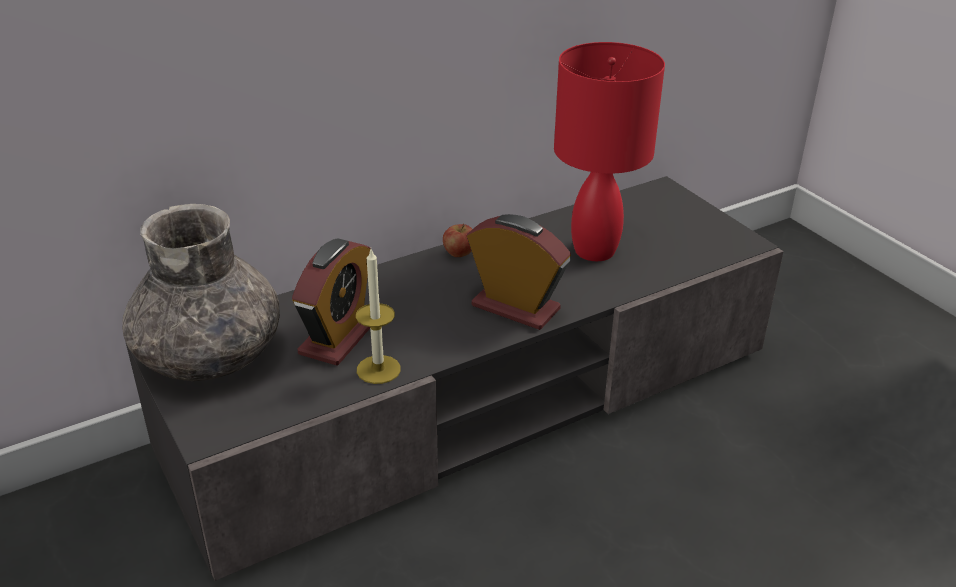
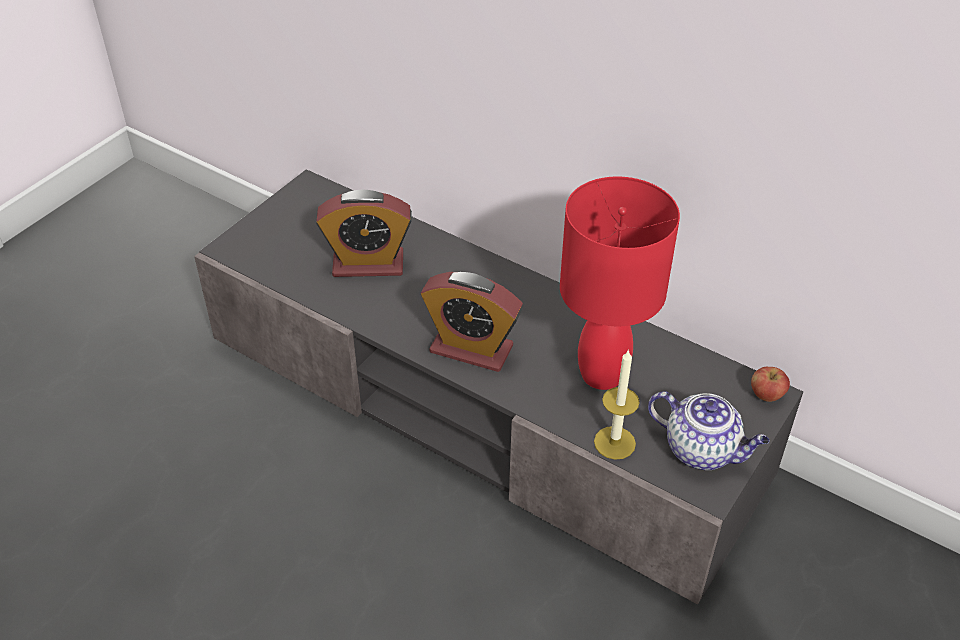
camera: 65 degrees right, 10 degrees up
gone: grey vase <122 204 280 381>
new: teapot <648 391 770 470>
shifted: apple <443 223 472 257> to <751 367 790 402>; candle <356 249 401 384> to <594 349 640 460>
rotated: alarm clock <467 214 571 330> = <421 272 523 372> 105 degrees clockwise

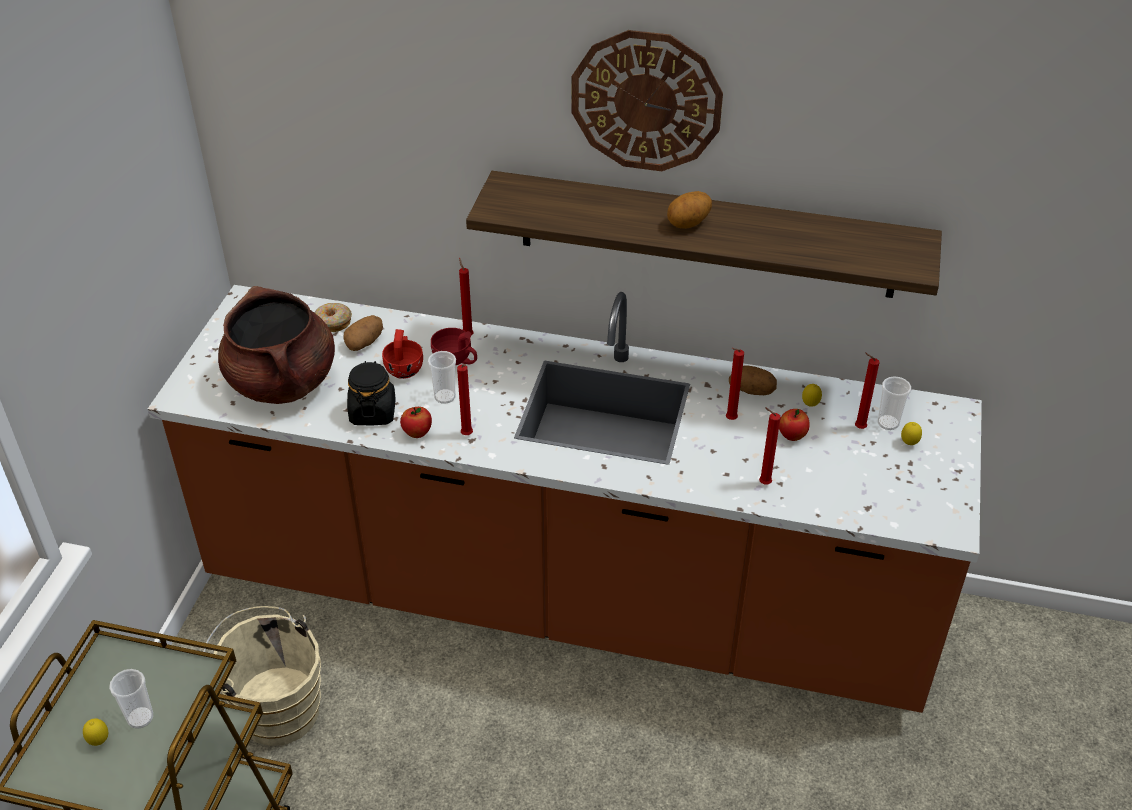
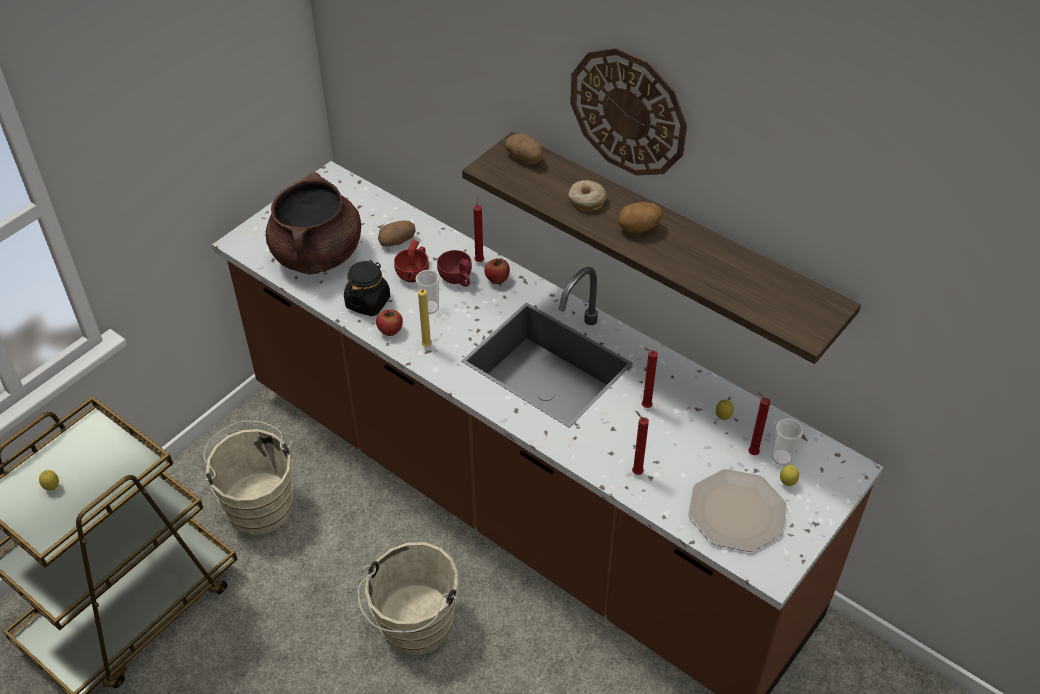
camera: 25 degrees right, 5 degrees up
gone: cup <109 669 153 729>
new: plate <688 469 786 552>; beige bucket <358 542 458 655>
shifted: donut <315 303 352 332> to <568 180 607 211>; potato <729 365 777 395> to <505 133 542 165>; apple <779 409 810 441> to <484 258 510 284>
repainted: red candle <457 364 473 435> to yellow candle <418 289 432 347>

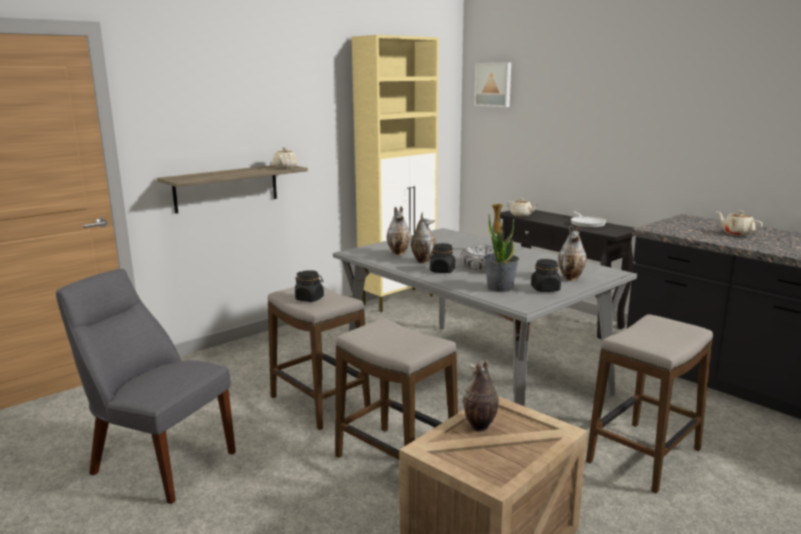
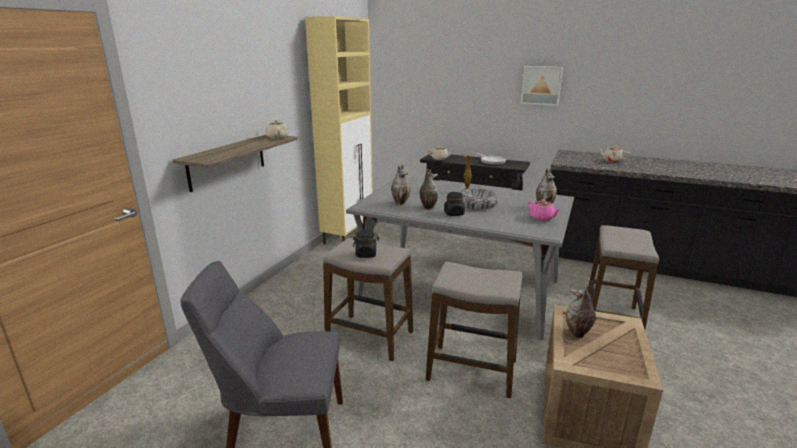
camera: 25 degrees left, 5 degrees up
gone: potted plant <484 214 519 292>
shifted: picture <474 63 511 107> to <521 66 563 106>
swapped: black jar <531 259 561 292> to pink teapot <528 199 561 221>

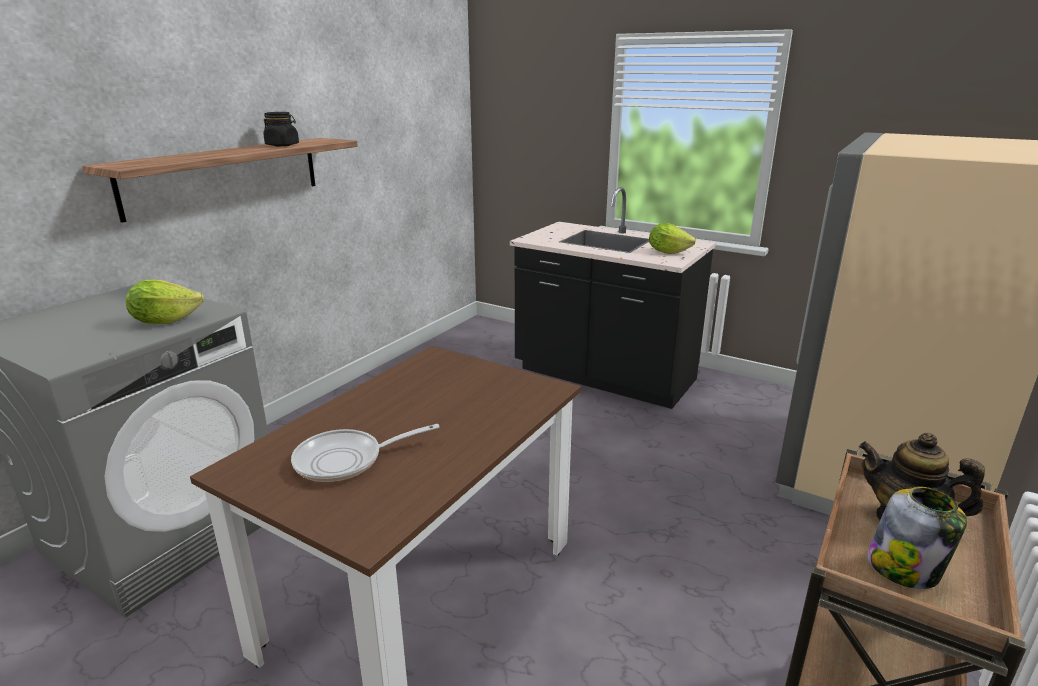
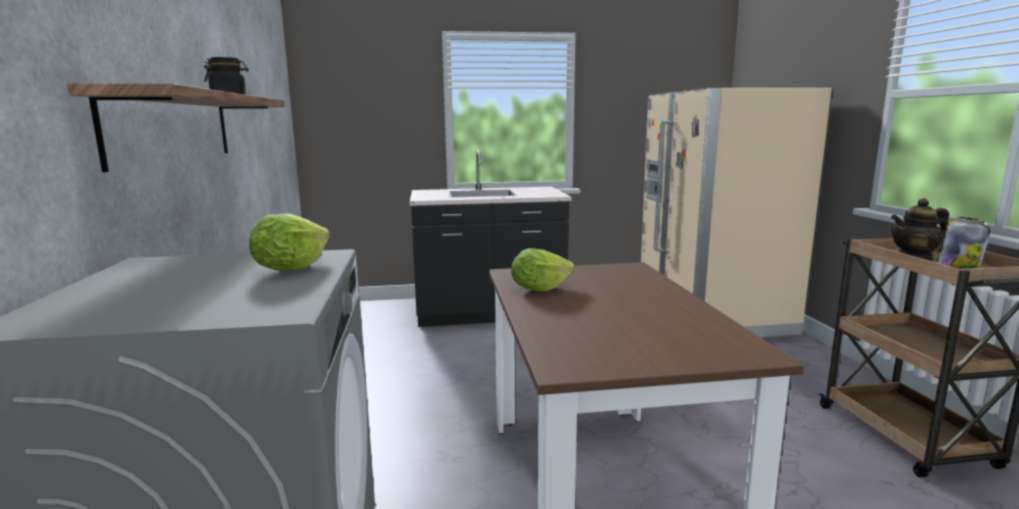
camera: 40 degrees left, 10 degrees down
gone: frying pan <291 424 440 482>
shifted: lettuce <649 223 696 254> to <511 248 574 291>

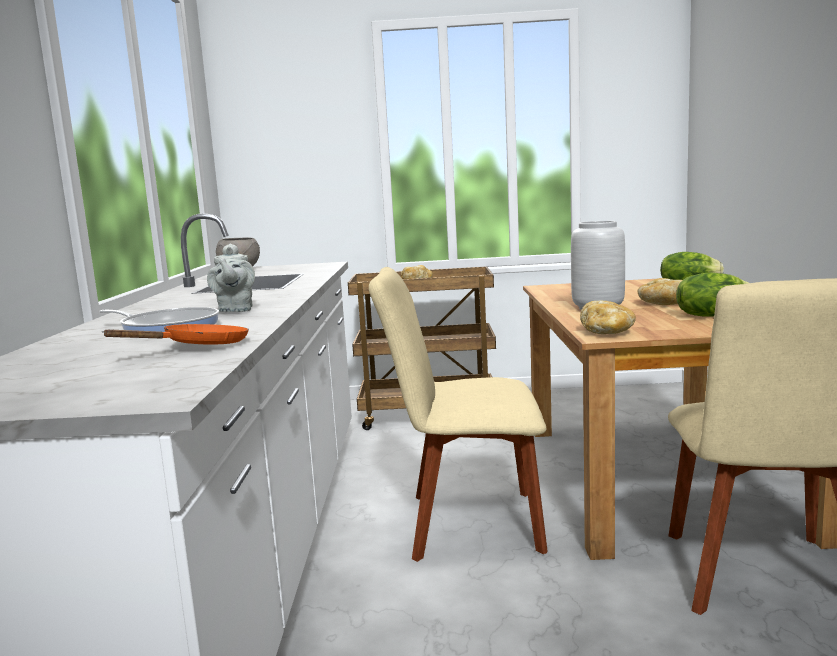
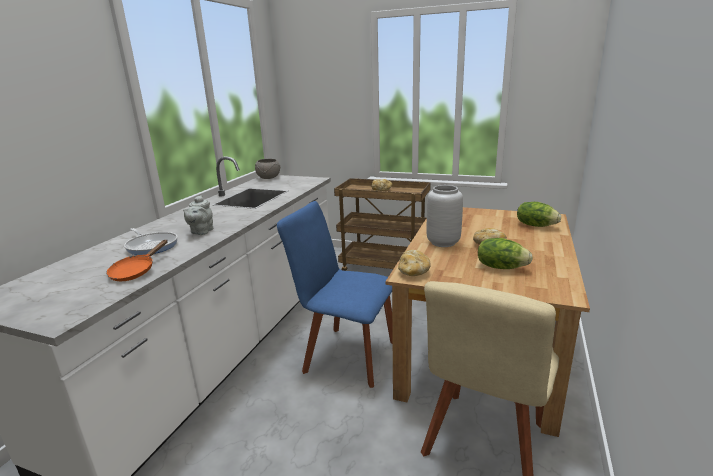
camera: 20 degrees right, 10 degrees up
repainted: beige chair <369 267 547 562> to blue chair <277 201 393 388>
rotated: orange frying pan <102 324 249 344> = <106 240 167 281> 135 degrees clockwise

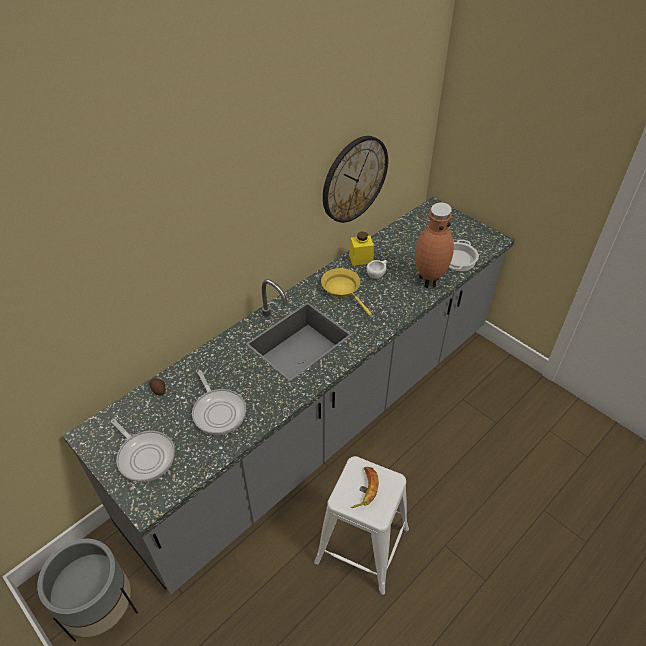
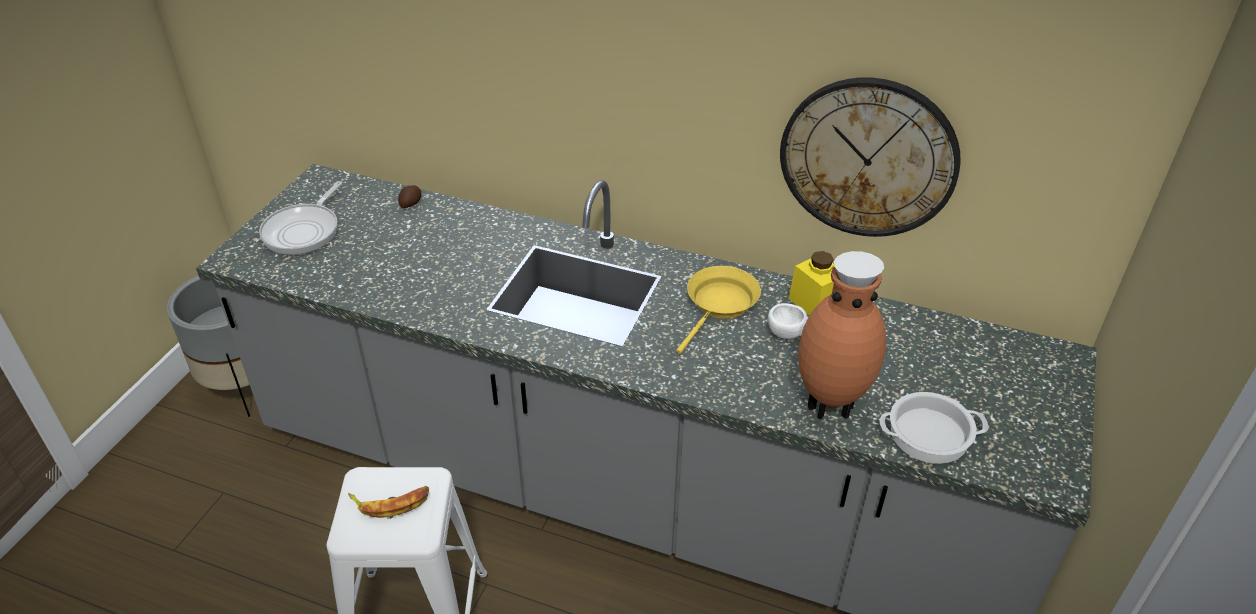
camera: 65 degrees right, 5 degrees down
gone: frying pan <192 371 246 435>

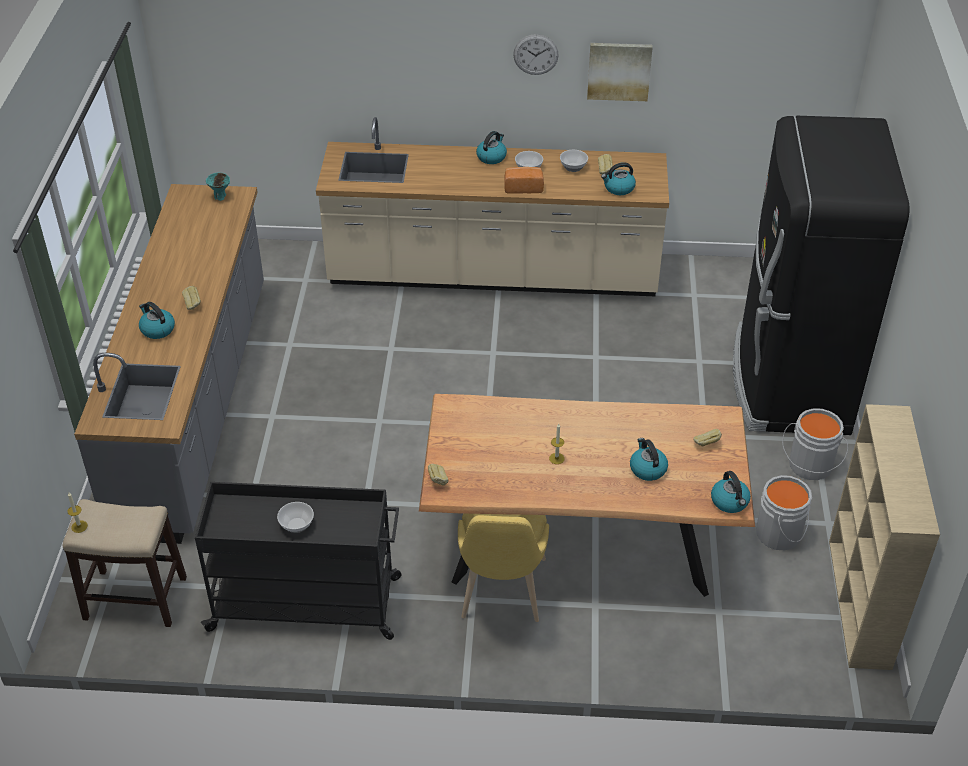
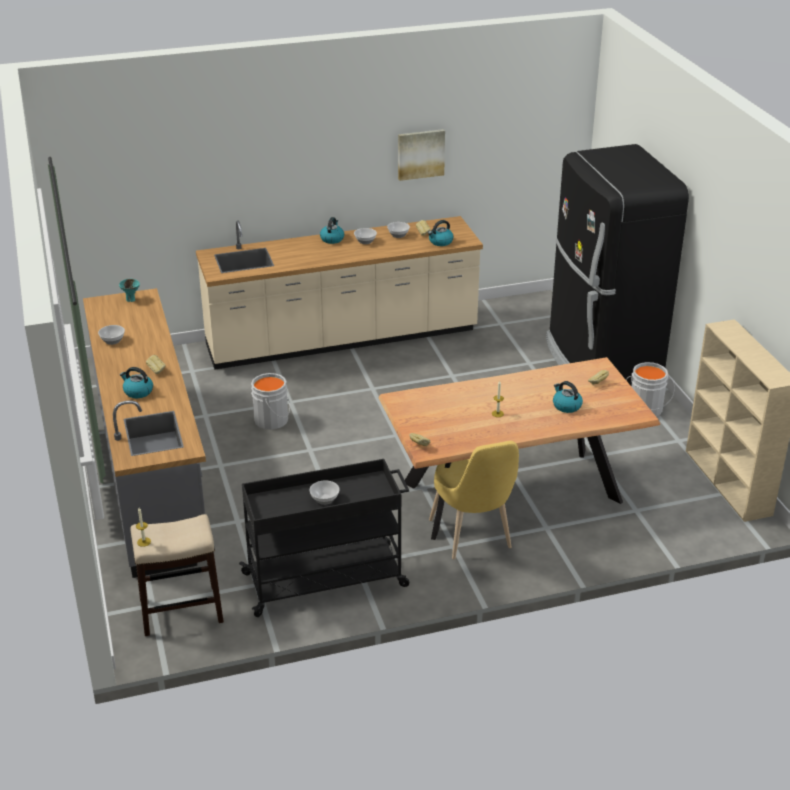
camera: 20 degrees left, 10 degrees down
gone: wall clock <513 34 559 75>; bread <504 167 544 194>; kettle <711 471 751 513>
new: bowl <98 325 125 345>
shifted: grey bucket <756 475 812 550> to <251 373 290 430>

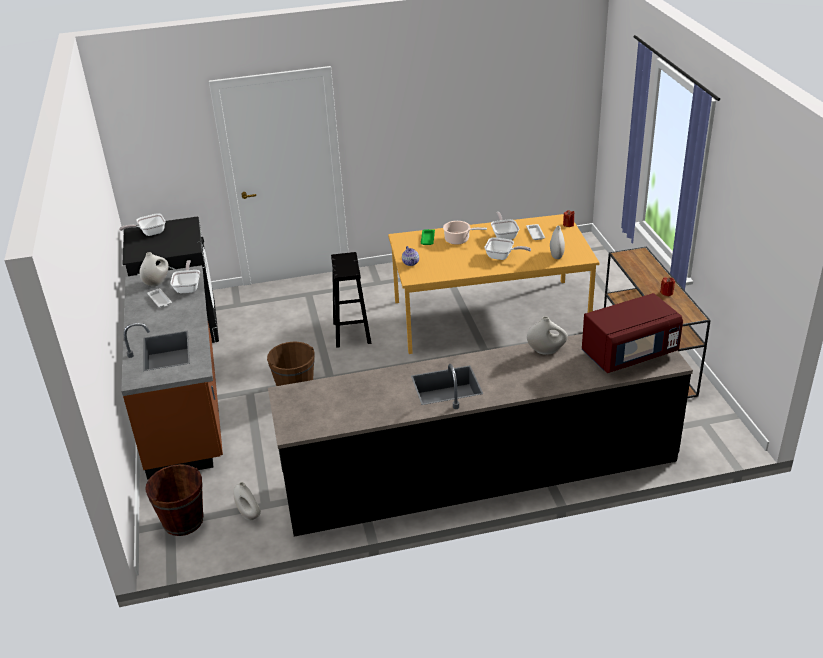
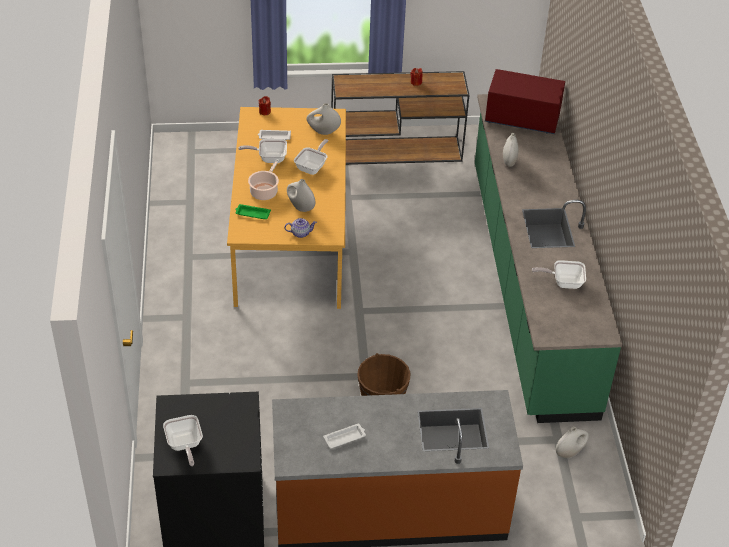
camera: 85 degrees left, 10 degrees up
gone: black stool <331 252 371 348>; brown bucket <145 464 204 536>
shifted: white vase <140 252 169 287> to <287 179 315 212>; frying pan <170 260 200 293> to <532 260 586 289>
repainted: black counter <268 334 693 537> to green counter <475 94 622 423>
rotated: red microwave <582 293 683 373> = <485 69 565 134> 60 degrees counterclockwise

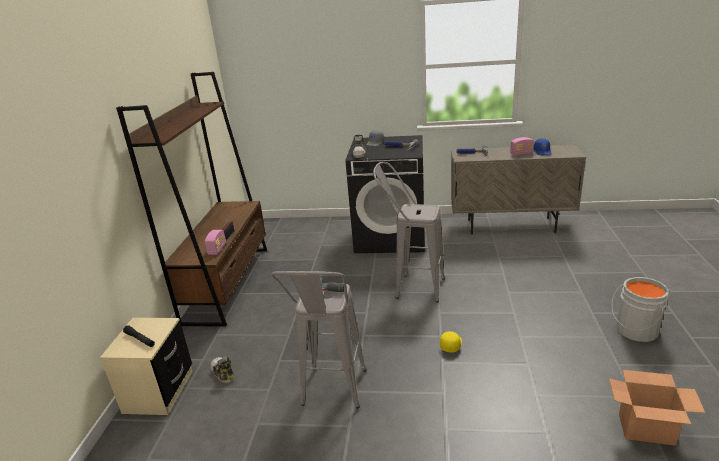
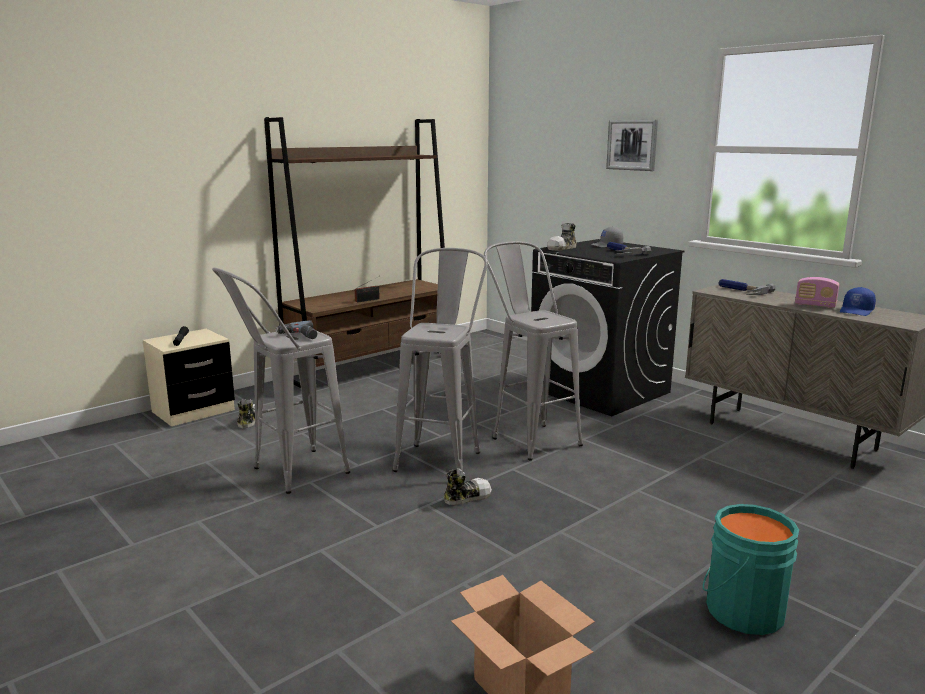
camera: 40 degrees right, 10 degrees down
gone: radio <205 230 226 255>
new: picture <606 120 658 171>; grey stool <392 248 488 472>
swapped: yellow cap <440 331 462 352> to shoe <444 468 492 506>
repainted: grey bucket <612 277 669 342> to turquoise bucket <703 504 799 635>

